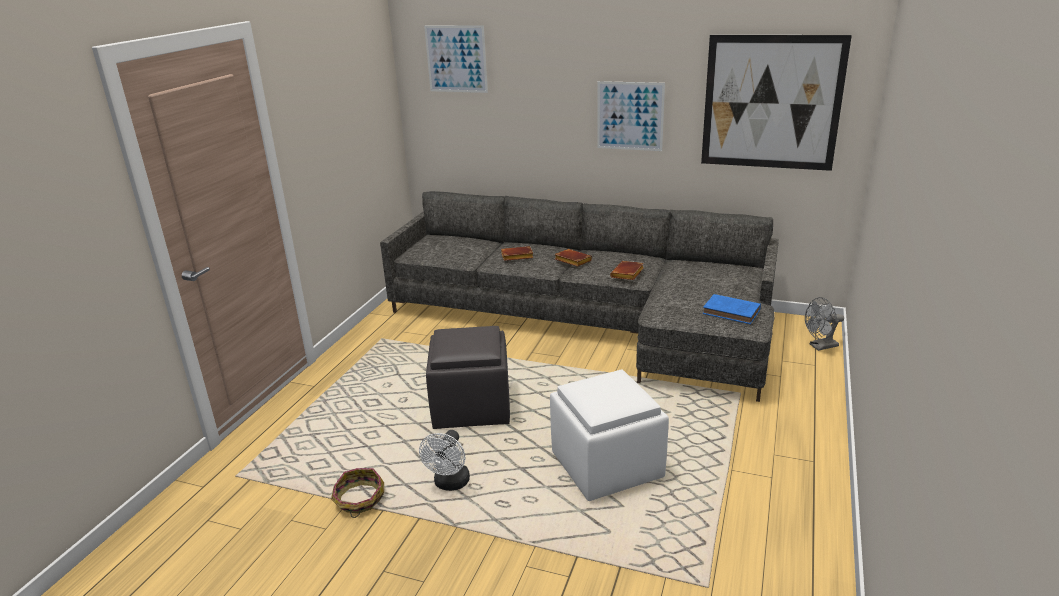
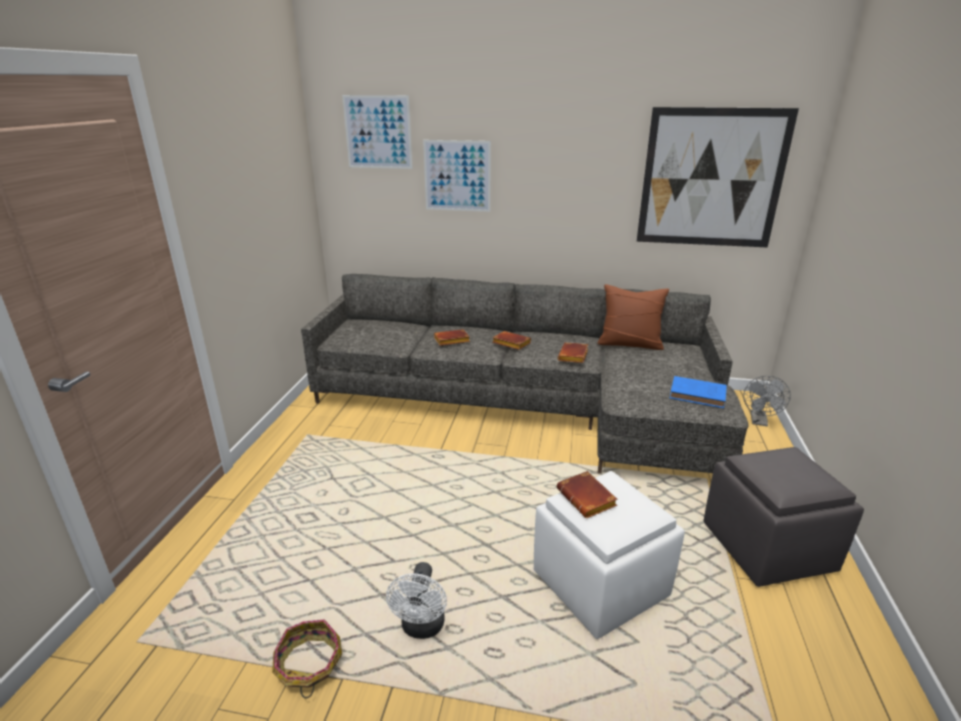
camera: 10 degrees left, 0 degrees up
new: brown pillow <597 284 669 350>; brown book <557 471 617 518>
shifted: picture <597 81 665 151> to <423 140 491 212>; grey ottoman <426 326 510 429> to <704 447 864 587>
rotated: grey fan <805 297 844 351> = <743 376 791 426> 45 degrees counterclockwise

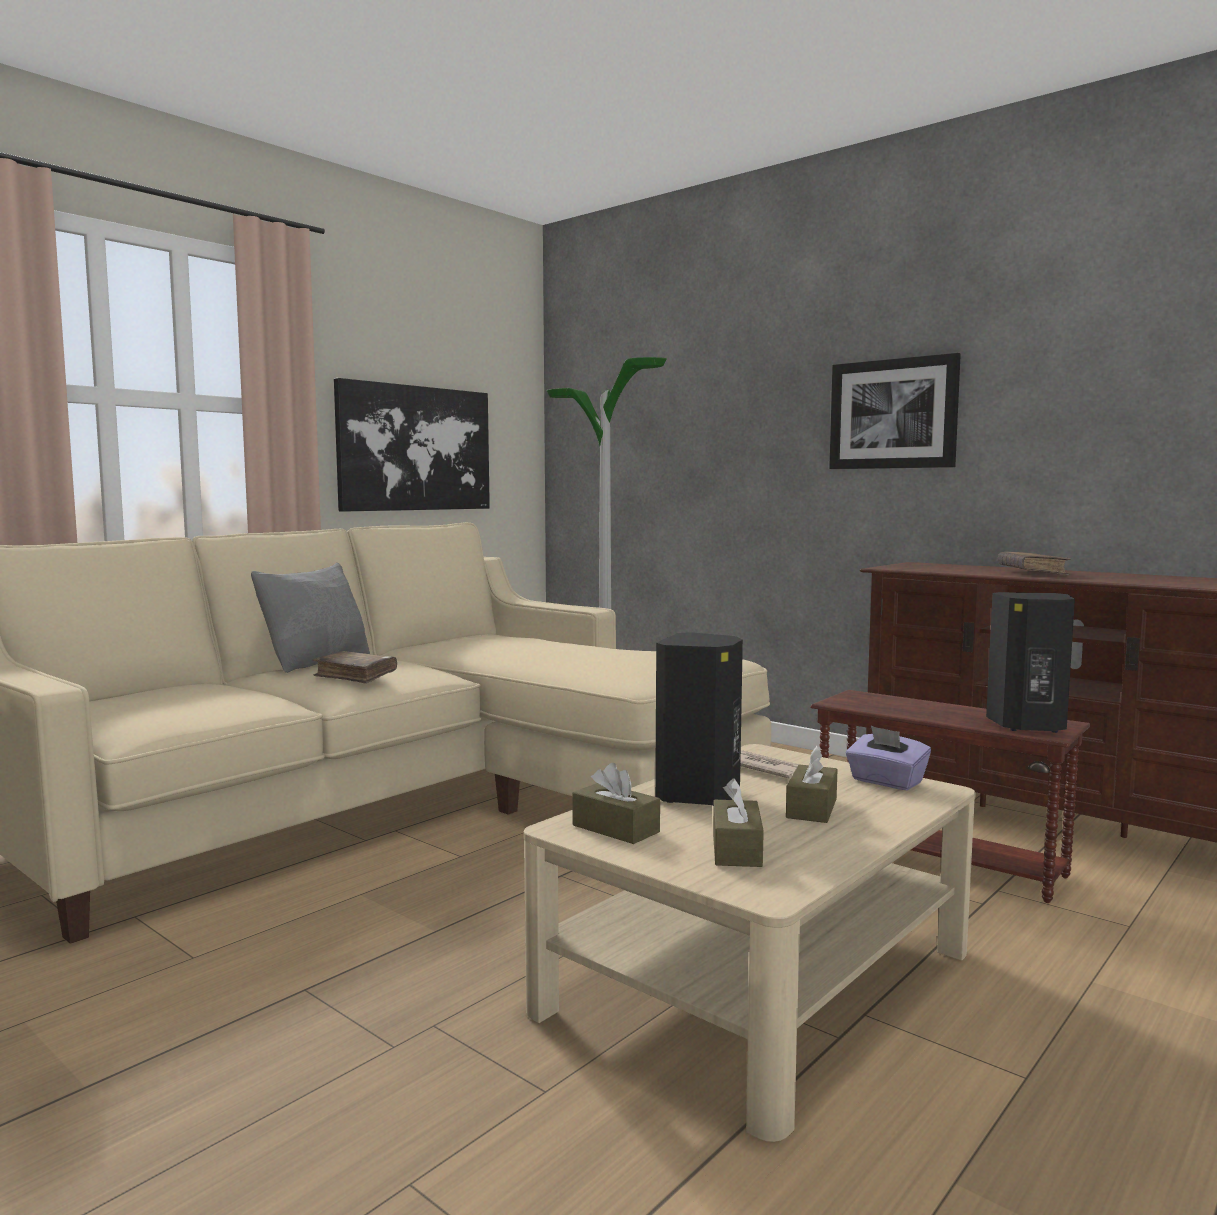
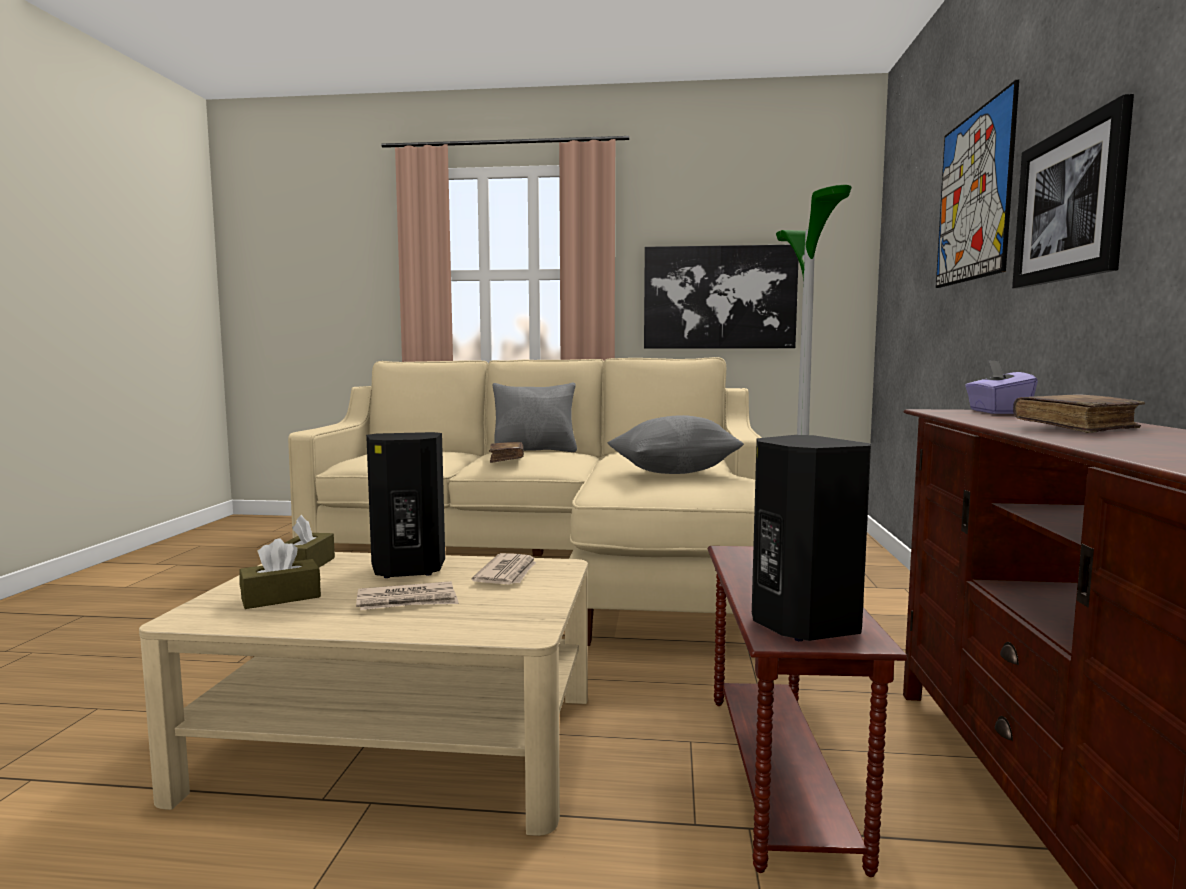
camera: 55 degrees right, 0 degrees up
new: picture <936 80 1019 288>; grey pillow <608 415 744 474>
shifted: purple tissue box <846 726 931 790> to <965 360 1038 414>
swapped: brown tissue box <786 746 838 823> to newspaper <356 581 459 610>

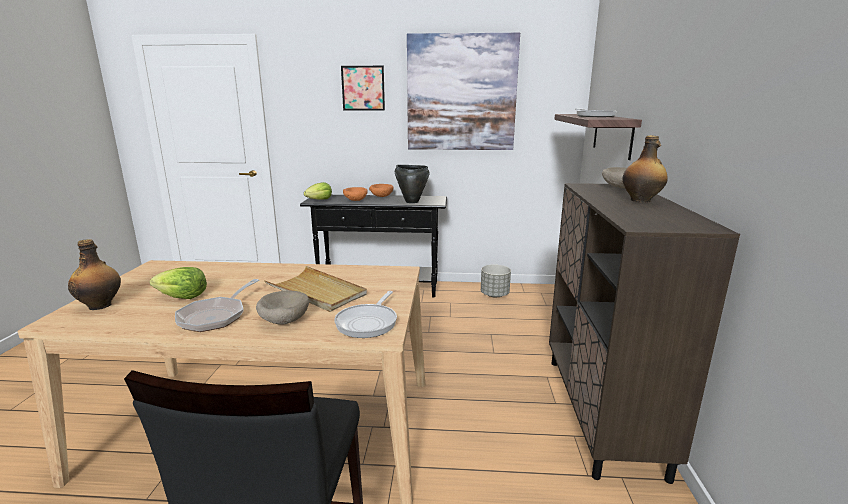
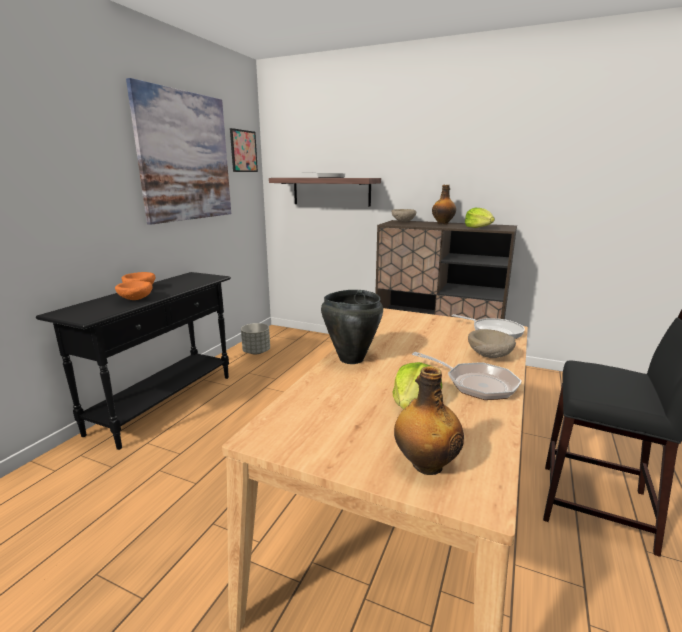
camera: 70 degrees left, 0 degrees up
gone: beige tray <264 266 367 312>
shifted: picture <341 66 385 110> to <230 128 258 172>; black cooking pot <395 165 430 203> to <321 290 383 364>; lettuce <304 182 332 200> to <465 208 495 228>

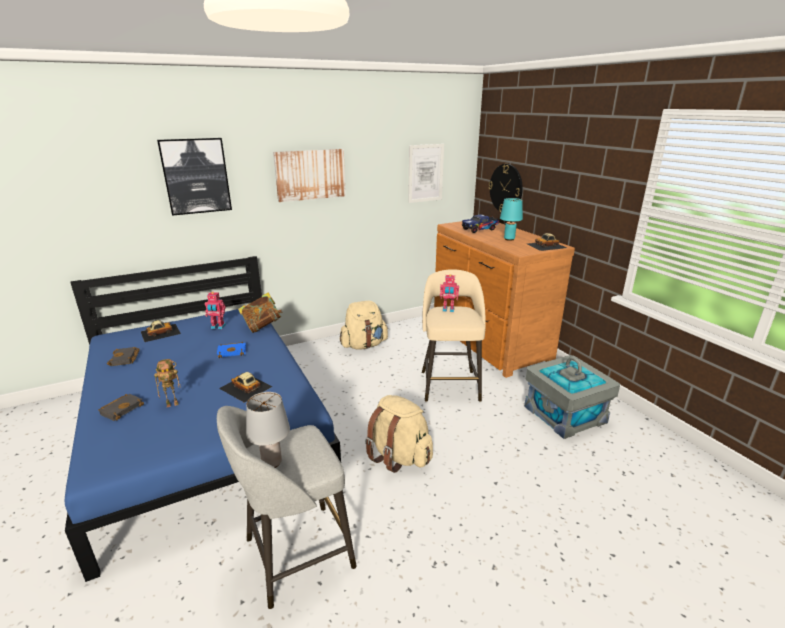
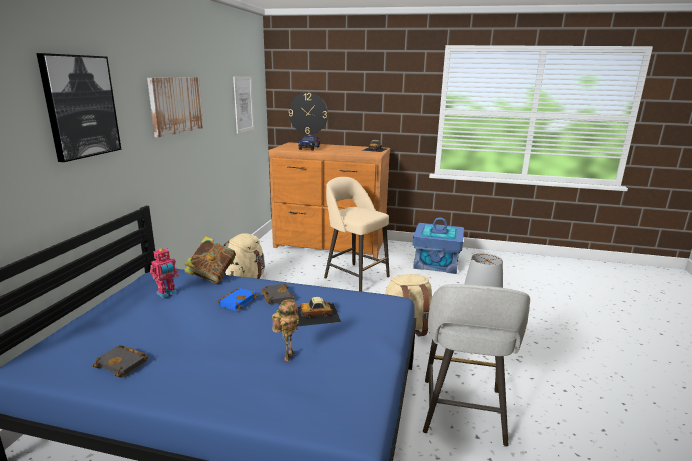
camera: 50 degrees left, 5 degrees down
gone: turquoise table lamp <500 198 523 241>; toy robot <440 274 459 312>; toy car <141 320 181 342>
shifted: black book <98 394 144 421> to <261 283 295 304>
repainted: grey storage box <524 355 620 439> to blue storage box <413 218 464 274>

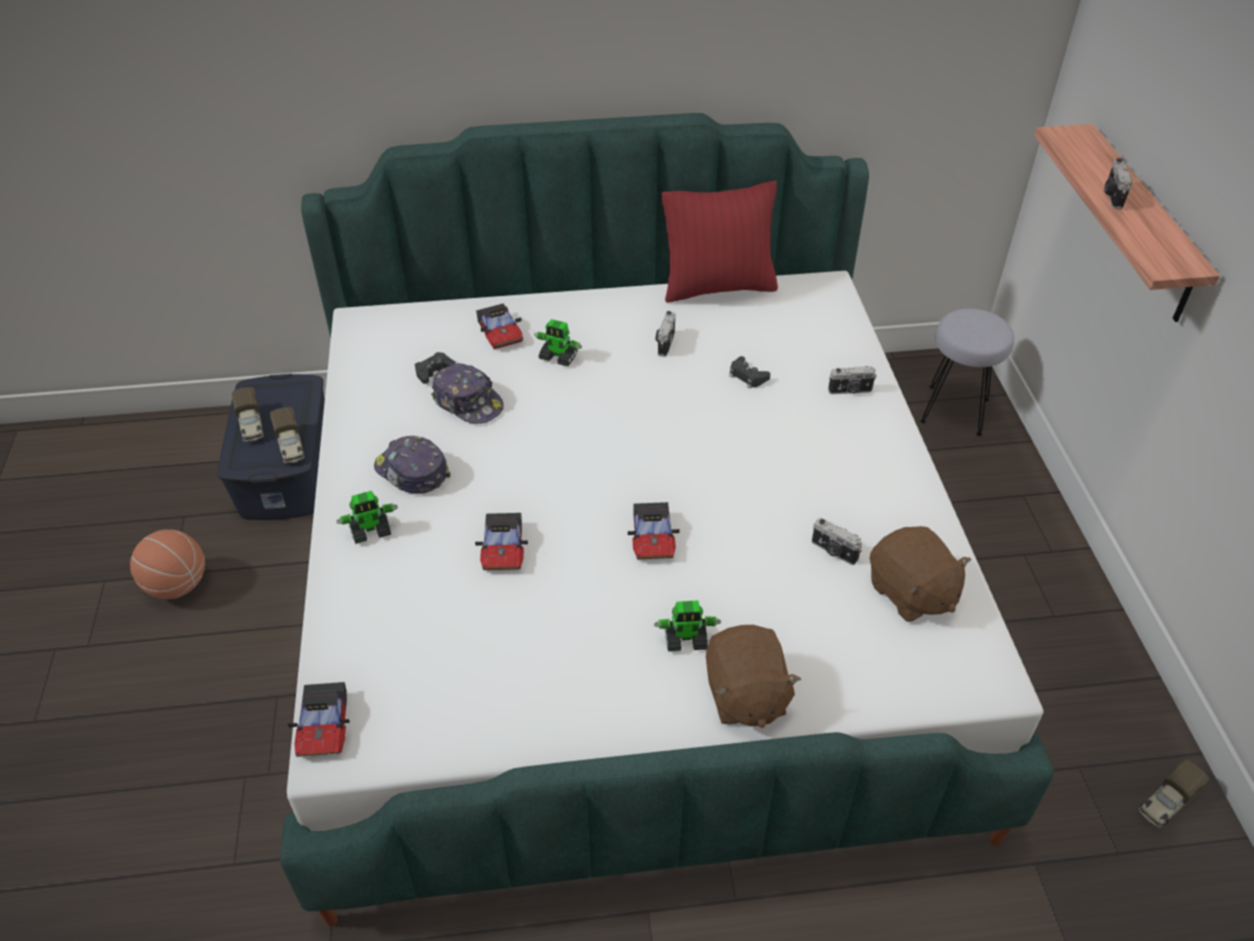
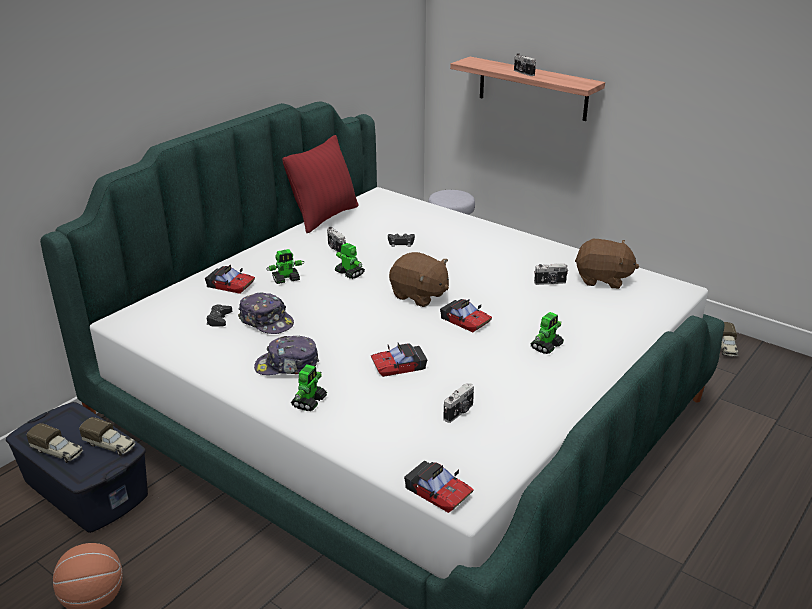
camera: 45 degrees left, 15 degrees down
new: toy robot <335 243 365 279>
shifted: photo camera <828 366 876 394> to <443 383 474 423>; brown plush toy <706 625 801 728> to <389 252 449 307>
rotated: cap <431 363 504 424> = <238 292 294 334> 45 degrees clockwise; toy car <475 513 528 570> = <371 343 427 377> 120 degrees clockwise

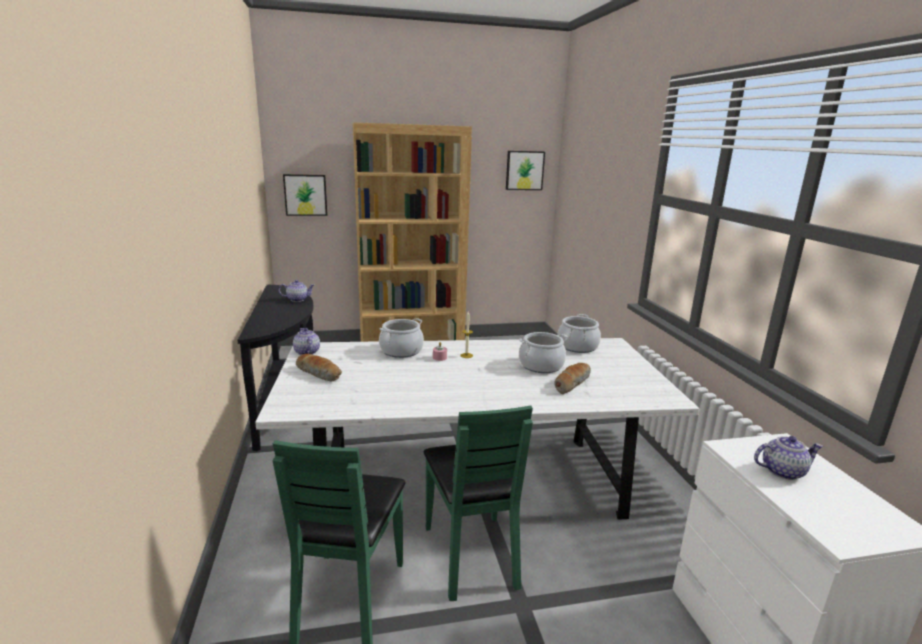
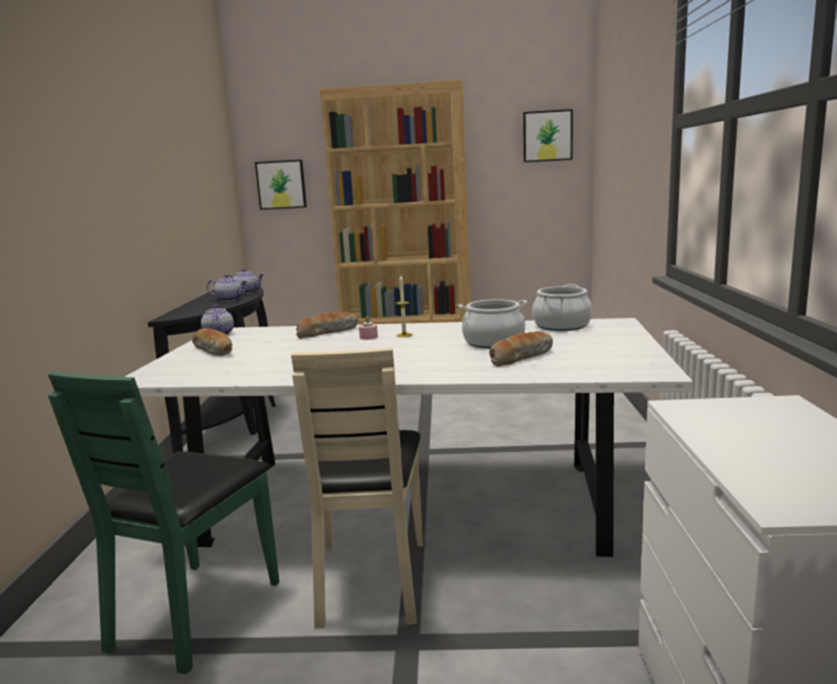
camera: 15 degrees right, 5 degrees down
shifted: teapot <754 436 823 480> to <207 274 248 302>
swapped: cooking pot <379 318 424 358> to bread <296 312 358 339>
repainted: green chair <424 406 533 601> to beige chair <291 347 423 629>

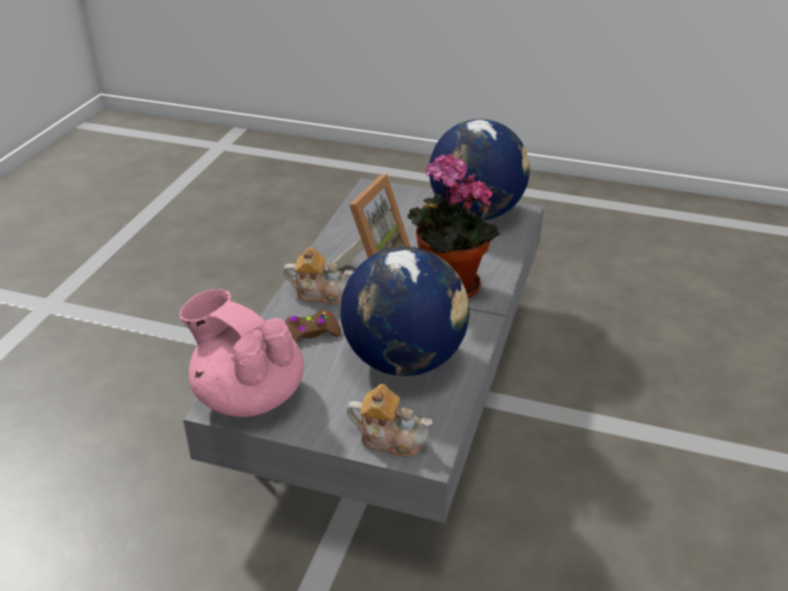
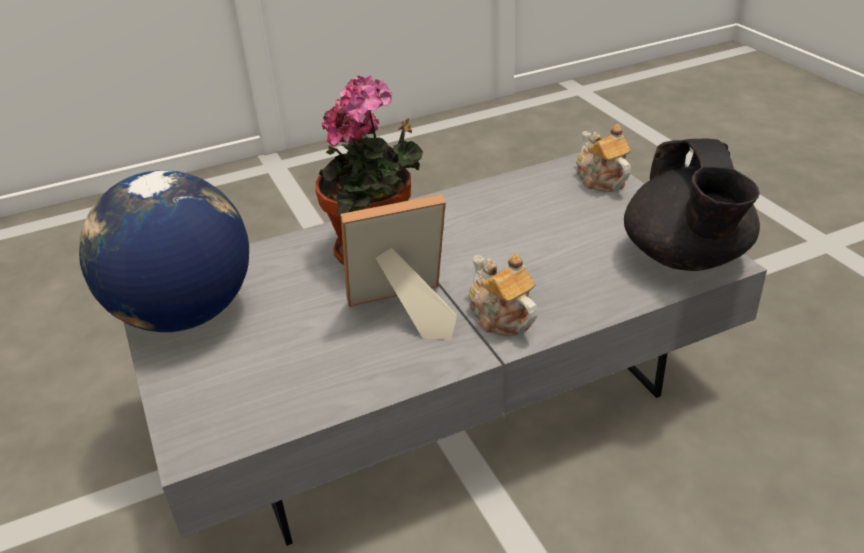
camera: 130 degrees left, 0 degrees up
gone: globe <340 247 470 376>; brown game controller <285 310 341 343>
repainted: pink teapot <179 289 304 417> to black teapot <624 139 760 271>

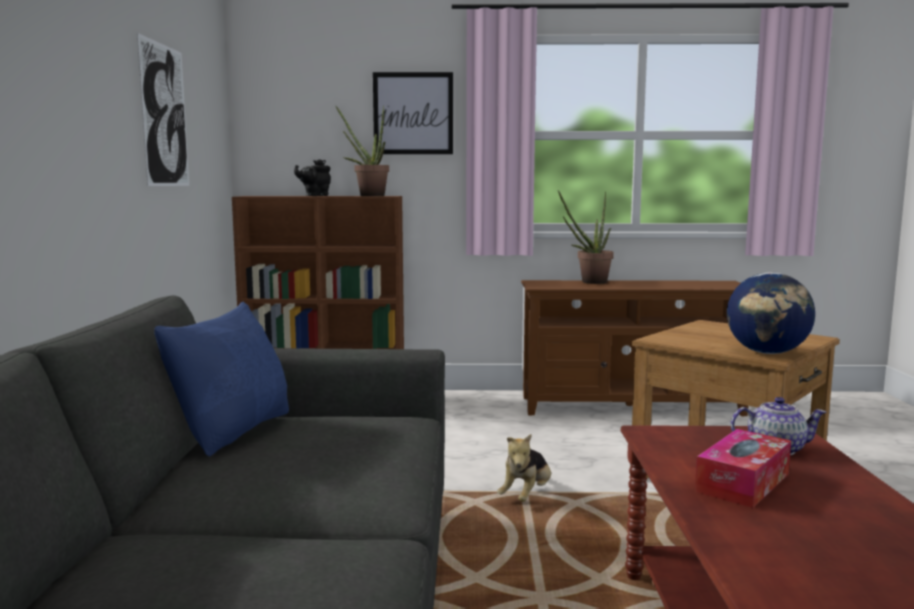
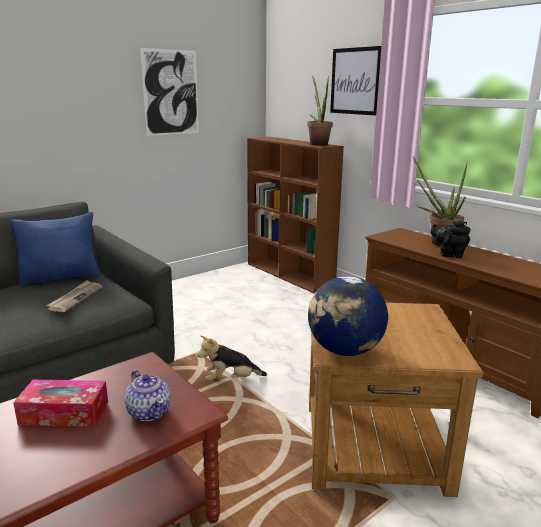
camera: 50 degrees right, 10 degrees up
new: newspaper <46 280 103 312>
shifted: black teapot <294 159 331 196> to <430 221 471 258>

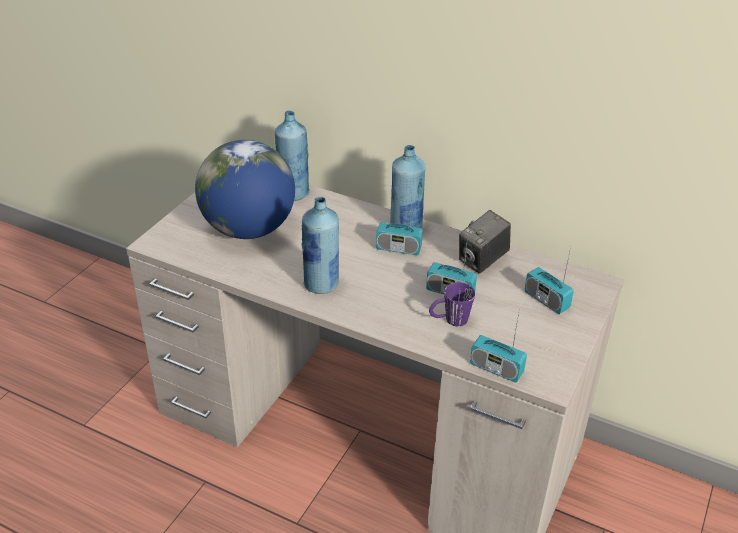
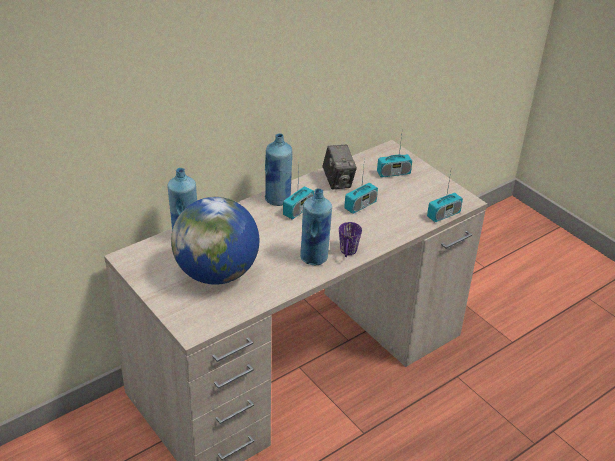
camera: 65 degrees left, 0 degrees up
shifted: purple mug <429 282 475 326> to <339 222 362 257>

